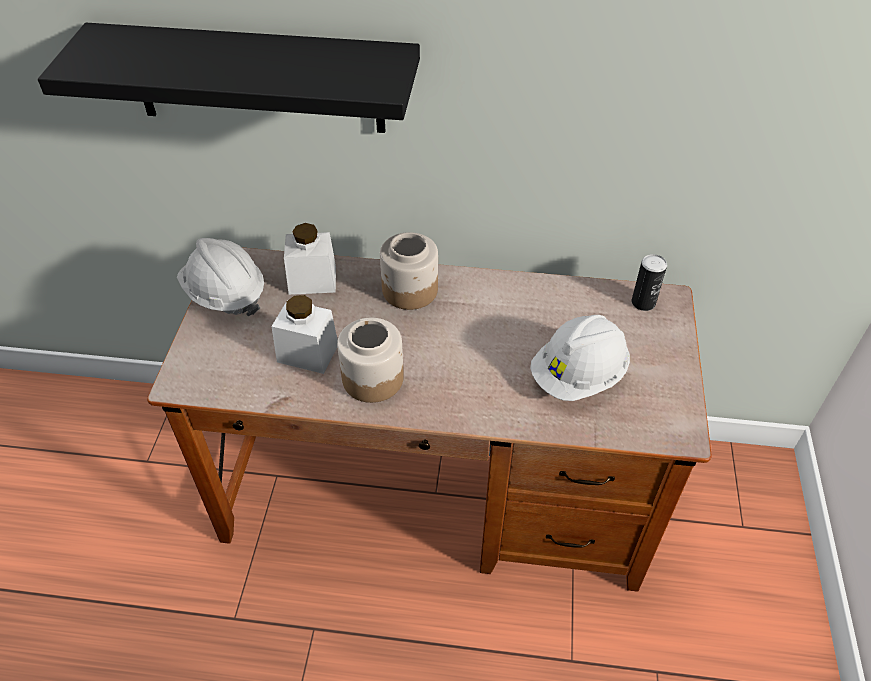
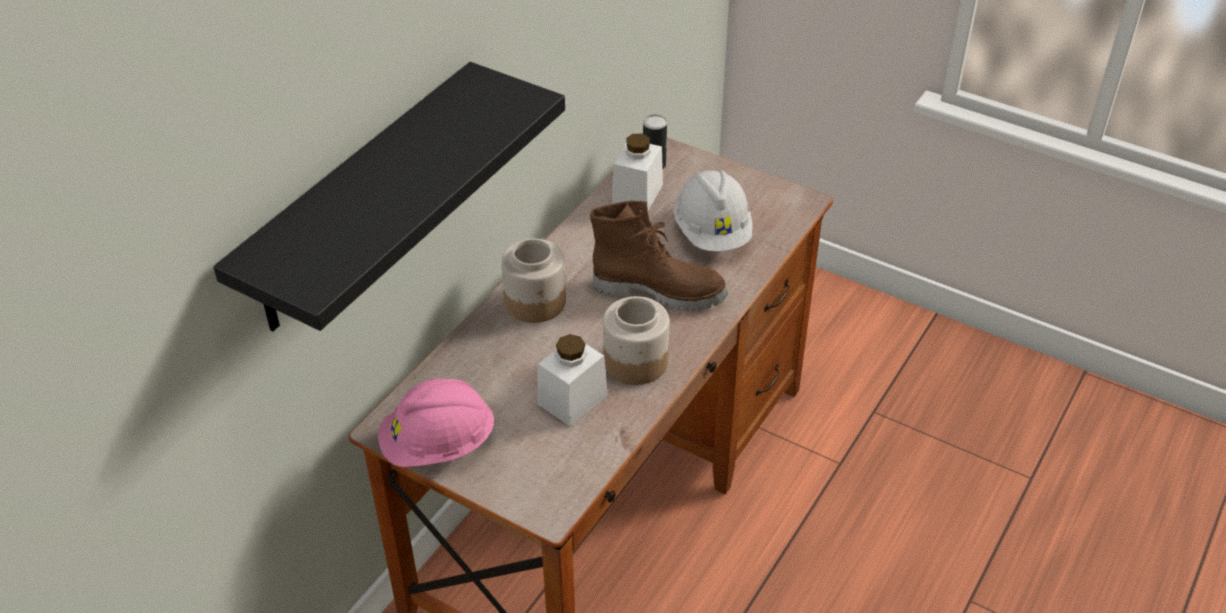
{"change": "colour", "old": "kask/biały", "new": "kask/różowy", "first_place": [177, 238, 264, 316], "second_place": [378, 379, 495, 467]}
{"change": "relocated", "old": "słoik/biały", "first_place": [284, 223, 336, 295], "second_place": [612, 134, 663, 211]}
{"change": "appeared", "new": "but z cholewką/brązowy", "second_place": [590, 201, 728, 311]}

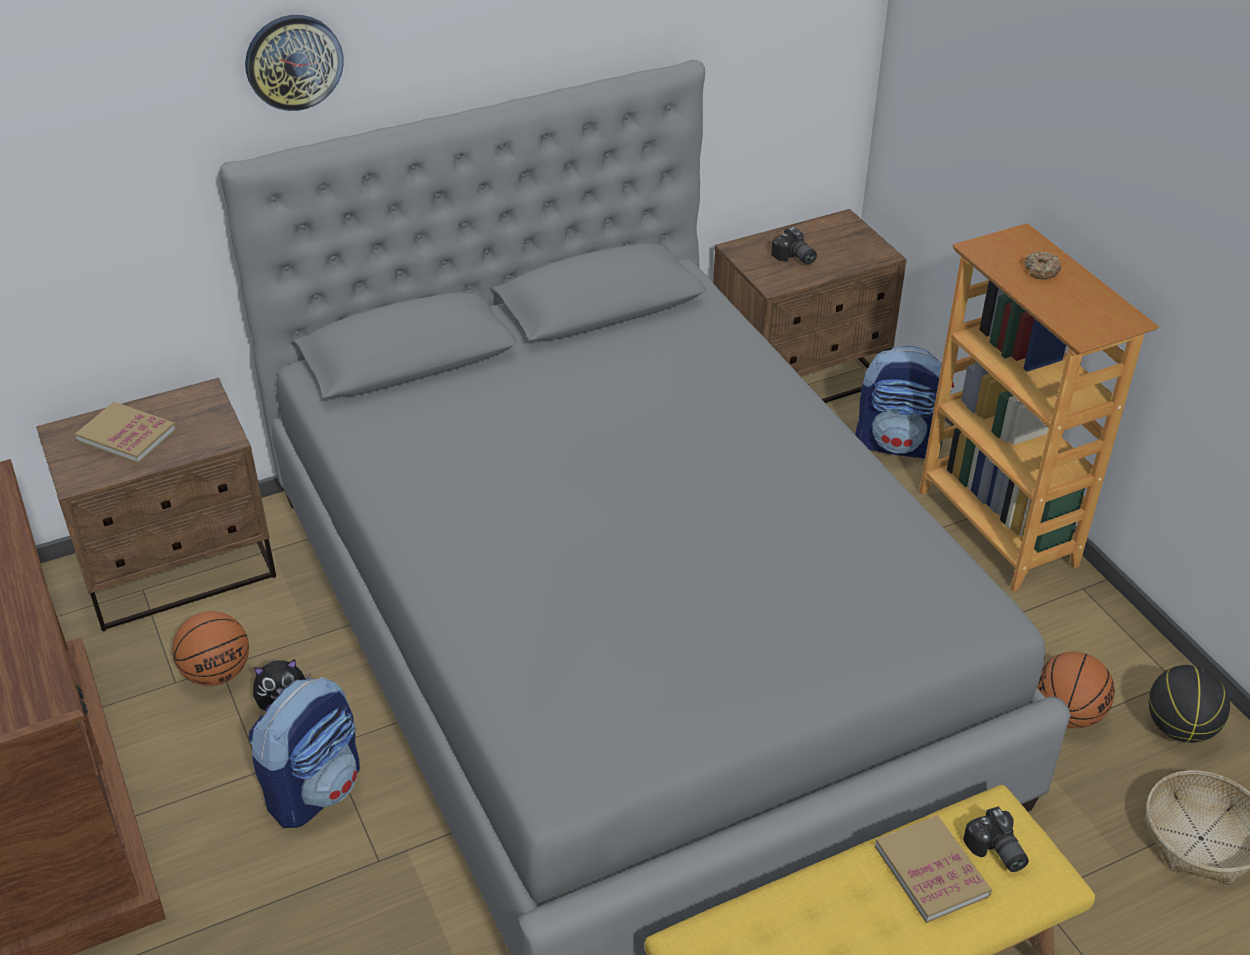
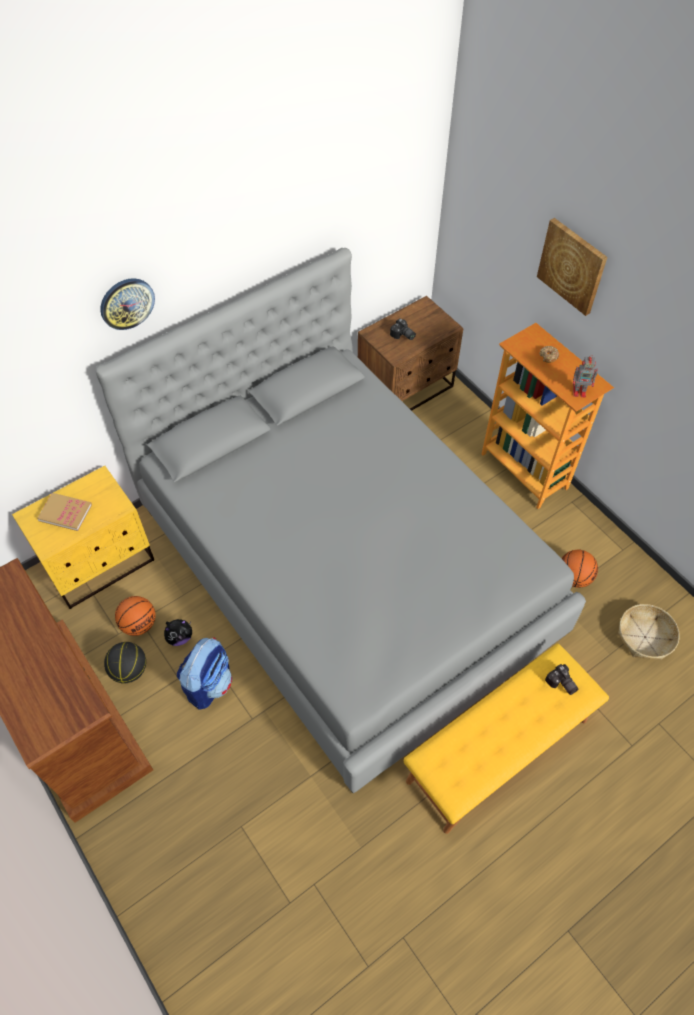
{"change": "colour", "old": "szafka nocna/brązowy", "new": "szafka nocna/żółty", "first_place": [36, 378, 276, 631], "second_place": [12, 466, 154, 609]}
{"change": "missing", "old": "plecak", "first_place": [855, 346, 954, 459]}
{"change": "missing", "old": "książka", "first_place": [875, 816, 992, 923]}
{"change": "relocated", "old": "piłka do koszykówki", "first_place": [1149, 665, 1230, 743], "second_place": [104, 642, 146, 683]}
{"change": "appeared", "new": "obraz", "second_place": [537, 218, 608, 316]}
{"change": "appeared", "new": "robot zabawkowy", "second_place": [573, 355, 598, 397]}

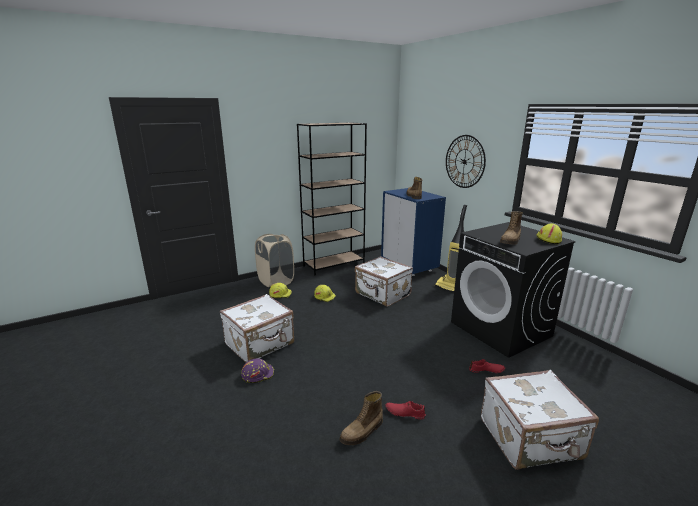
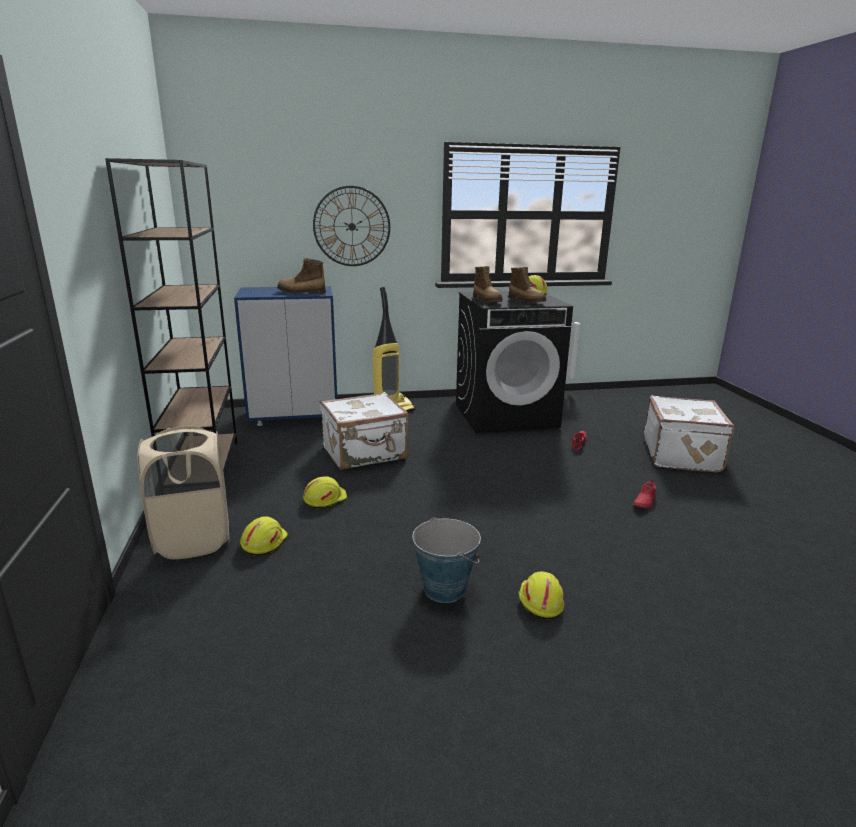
{"change": "exchanged", "old": "walizka/biały", "new": "wiadro", "first_place": [220, 294, 294, 362], "second_place": [412, 517, 481, 603]}
{"change": "colour", "old": "kask/fioletowy", "new": "kask/żółty", "first_place": [241, 359, 274, 383], "second_place": [518, 571, 564, 619]}
{"change": "relocated", "old": "but z cholewką", "first_place": [340, 391, 383, 445], "second_place": [473, 266, 503, 303]}

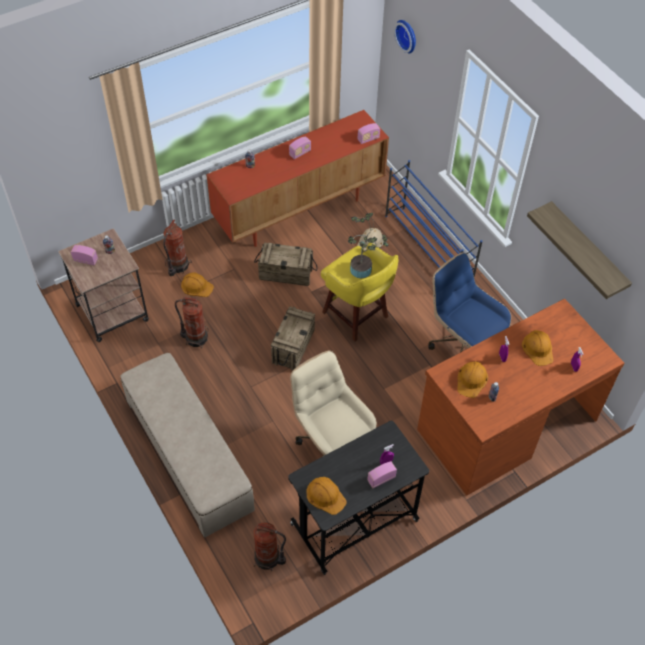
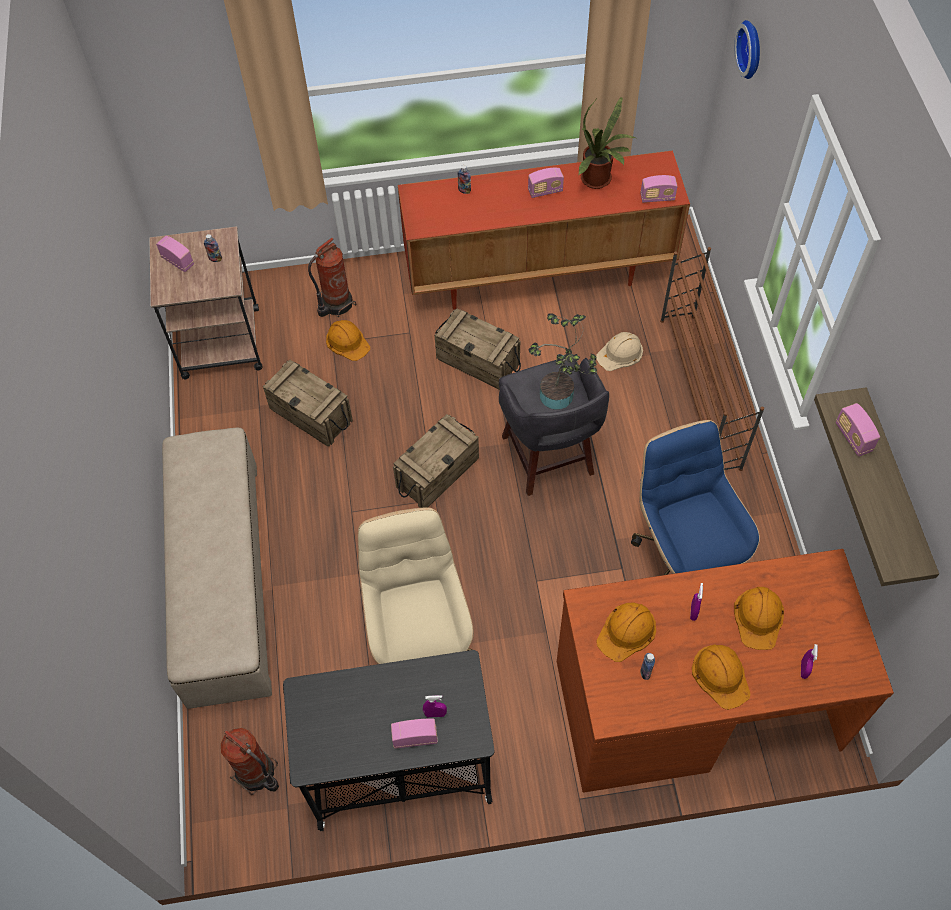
{"change": "exchanged", "old": "gaśnica", "new": "skrzynka", "first_place": [175, 297, 209, 348], "second_place": [263, 360, 353, 447]}
{"change": "relocated", "old": "kask/pomarańczowy", "first_place": [307, 477, 347, 515], "second_place": [692, 644, 750, 710]}
{"change": "colour", "old": "stołek/żółty", "new": "stołek/szary", "first_place": [321, 243, 398, 342], "second_place": [499, 358, 609, 496]}
{"change": "colour", "old": "regał na buty/niebieski", "new": "regał na buty/brązowy", "first_place": [385, 160, 482, 277], "second_place": [660, 247, 764, 471]}
{"change": "appeared", "new": "roślina doniczkowa", "second_place": [578, 97, 635, 189]}
{"change": "appeared", "new": "radio", "second_place": [836, 403, 880, 457]}

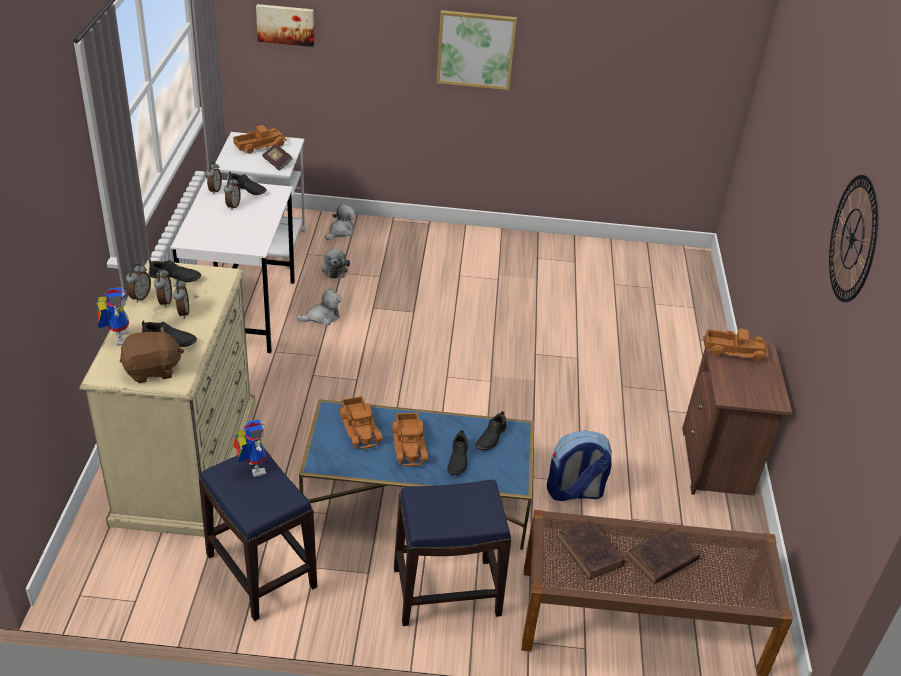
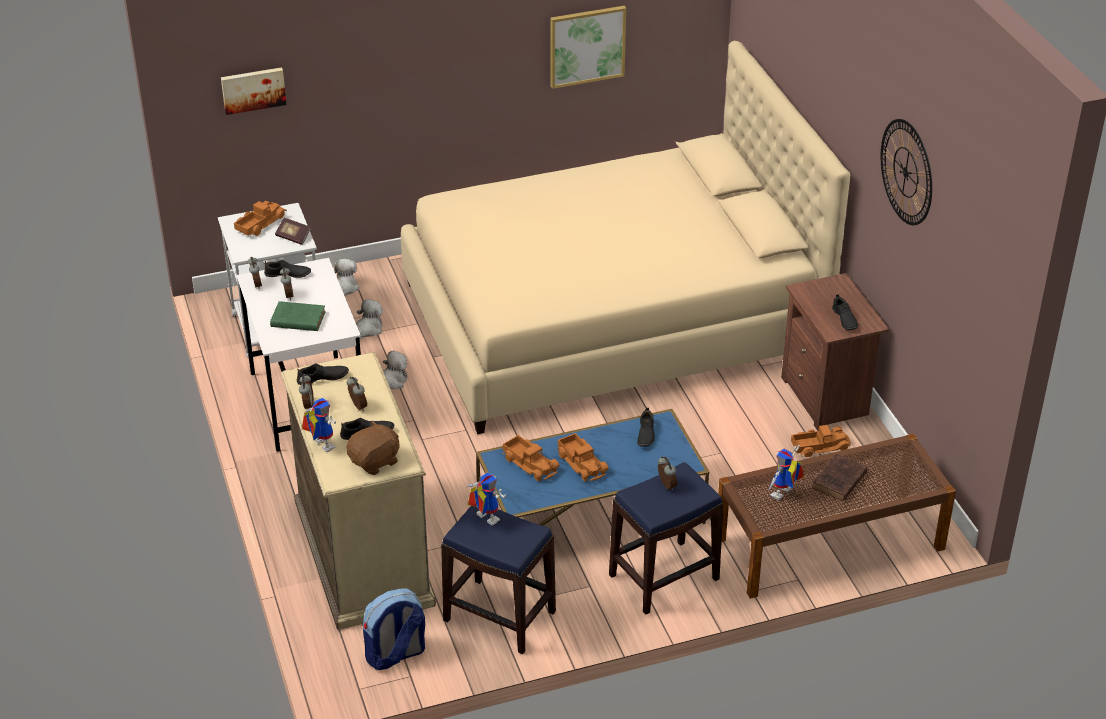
{"change": "relocated", "old": "budzik", "first_place": [154, 269, 172, 307], "second_place": [658, 456, 677, 491]}
{"change": "spun", "old": "pluszak", "first_place": [322, 249, 350, 278], "second_place": [356, 299, 383, 339], "degrees": -120}
{"change": "relocated", "old": "obraz", "first_place": [436, 10, 517, 90], "second_place": [551, 6, 626, 89]}
{"change": "relocated", "old": "but/czarny", "first_place": [447, 430, 468, 475], "second_place": [832, 294, 858, 330]}
{"change": "relocated", "old": "plecak", "first_place": [547, 430, 612, 501], "second_place": [363, 588, 425, 670]}
{"change": "exchanged", "old": "książka/brązowy", "new": "robot zabawkowy", "first_place": [557, 519, 625, 580], "second_place": [767, 445, 804, 500]}
{"change": "relocated", "old": "ciężarówka zabawkowa", "first_place": [705, 328, 768, 362], "second_place": [791, 425, 851, 457]}
{"change": "appeared", "new": "książka/zielony", "second_place": [270, 301, 326, 331]}
{"change": "appeared", "new": "łóżko/beżowy", "second_place": [401, 41, 850, 434]}

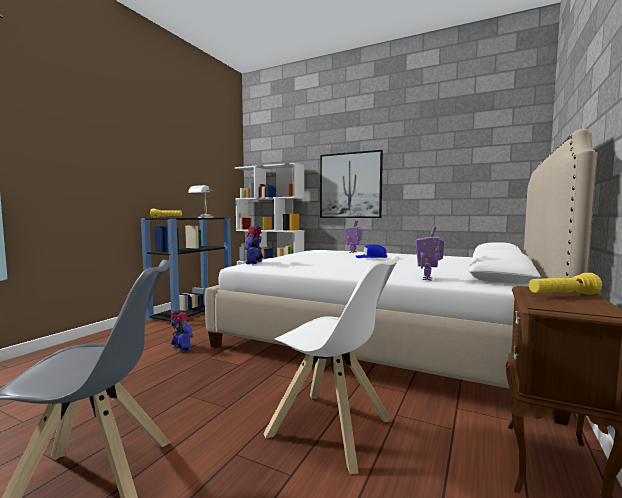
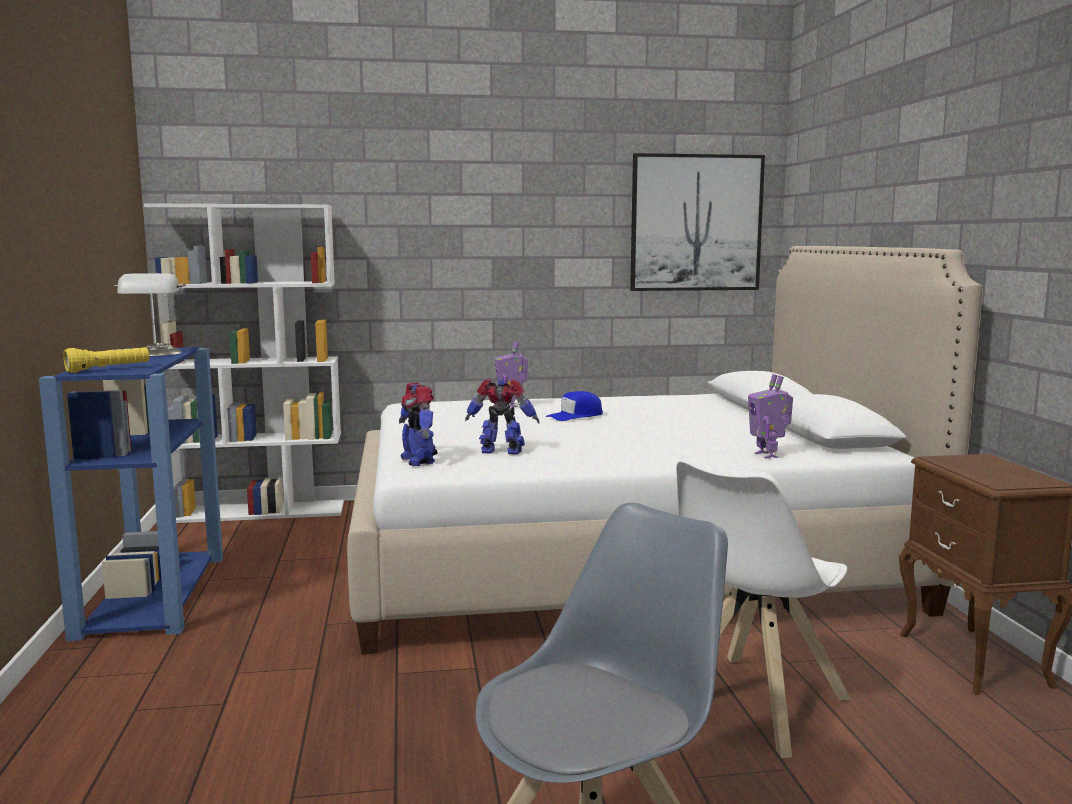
{"change": "colour", "old": "regał/czarny", "new": "regał/niebieski", "first_place": [141, 218, 231, 322], "second_place": [39, 347, 223, 642]}
{"change": "relocated", "old": "robot zabawkowy", "first_place": [171, 310, 193, 352], "second_place": [465, 378, 540, 454]}
{"change": "spun", "old": "krzesło/biały", "first_place": [263, 255, 400, 474], "second_place": [676, 458, 851, 758], "degrees": 135}
{"change": "relocated", "old": "obraz", "first_place": [320, 150, 383, 218], "second_place": [630, 153, 765, 291]}
{"change": "missing", "old": "latarka/żółty", "first_place": [529, 273, 602, 295]}

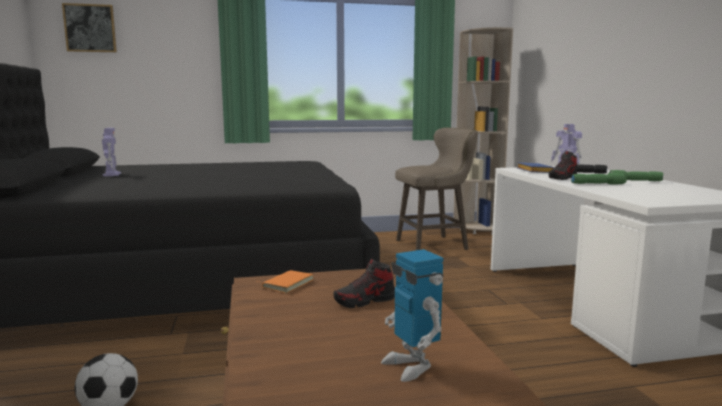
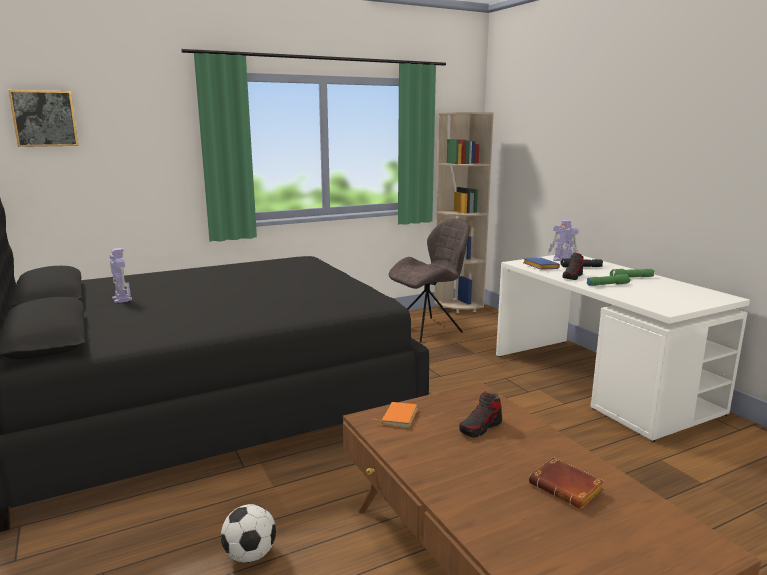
{"change": "exchanged", "old": "robot zabawkowy", "new": "książka/brązowy", "first_place": [381, 249, 444, 382], "second_place": [529, 457, 604, 509]}
{"change": "exchanged", "old": "stołek/beżowy", "new": "krzesło/szary", "first_place": [395, 127, 478, 250], "second_place": [389, 218, 470, 343]}

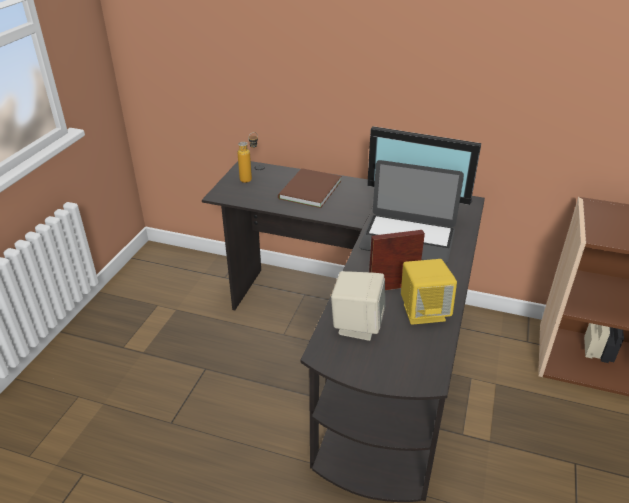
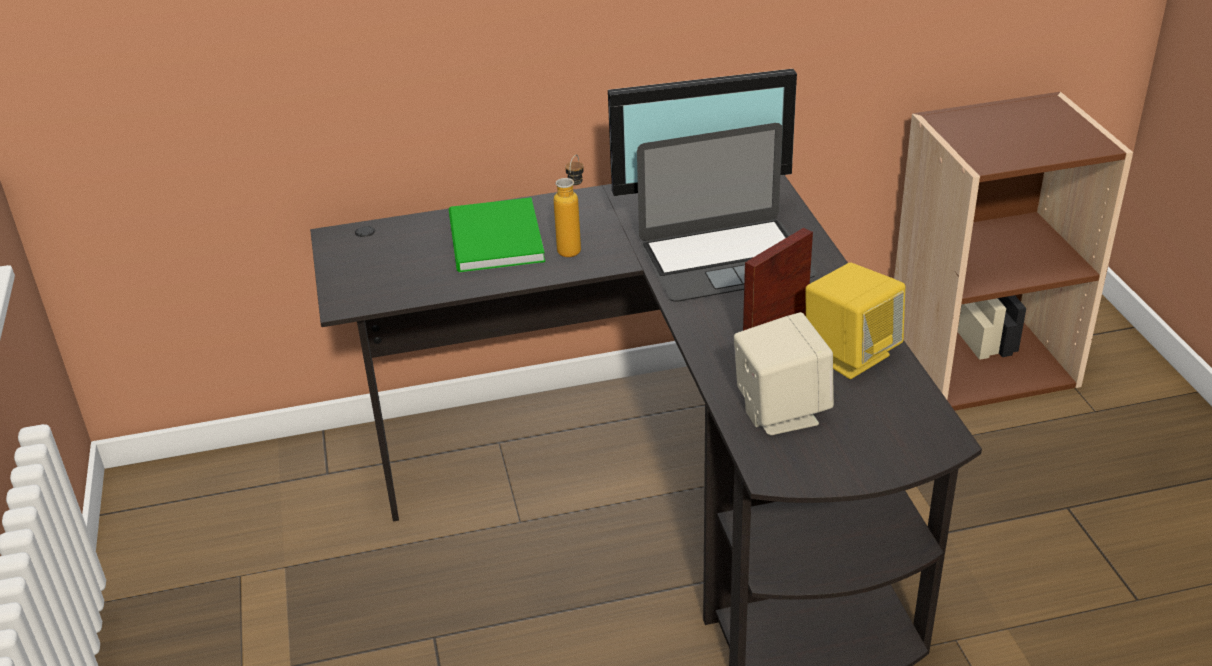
{"change": "relocated", "old": "butelka", "first_place": [238, 132, 258, 183], "second_place": [554, 155, 584, 257]}
{"change": "colour", "old": "książka/brązowy", "new": "książka/zielony", "first_place": [278, 168, 341, 208], "second_place": [449, 197, 545, 272]}

